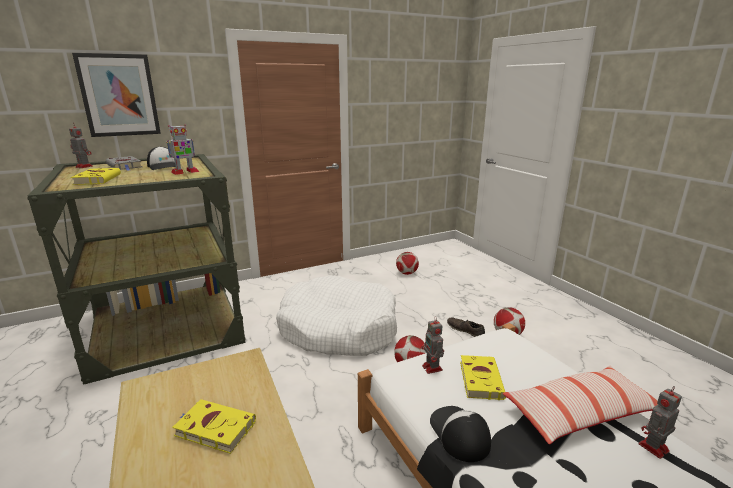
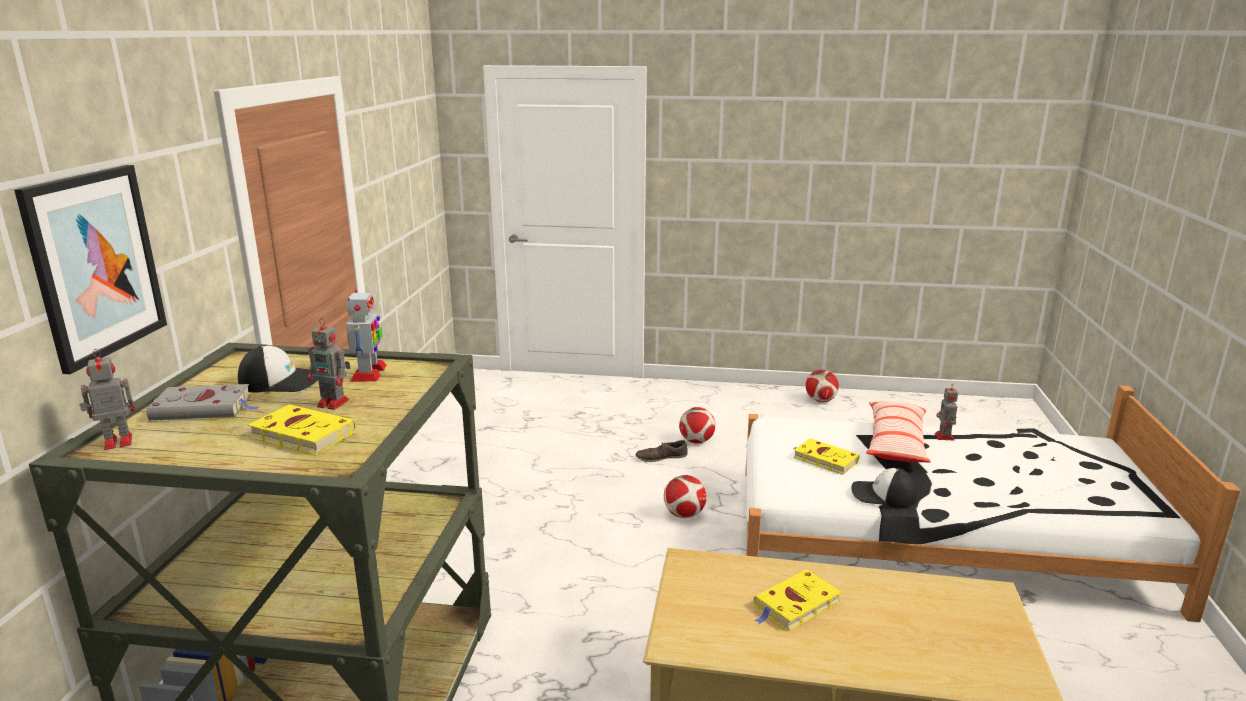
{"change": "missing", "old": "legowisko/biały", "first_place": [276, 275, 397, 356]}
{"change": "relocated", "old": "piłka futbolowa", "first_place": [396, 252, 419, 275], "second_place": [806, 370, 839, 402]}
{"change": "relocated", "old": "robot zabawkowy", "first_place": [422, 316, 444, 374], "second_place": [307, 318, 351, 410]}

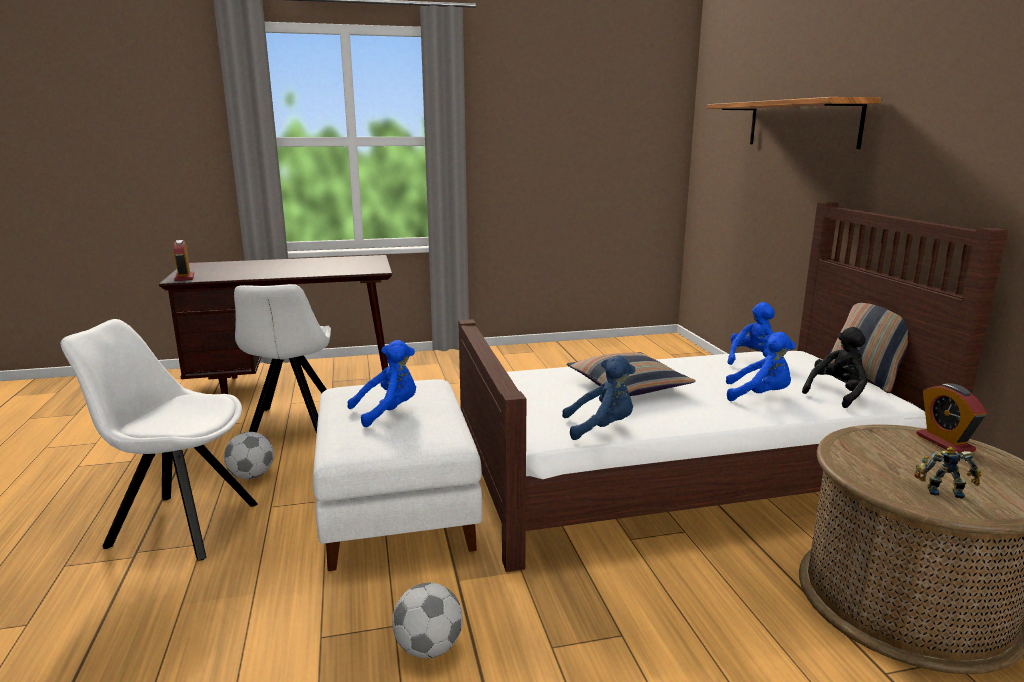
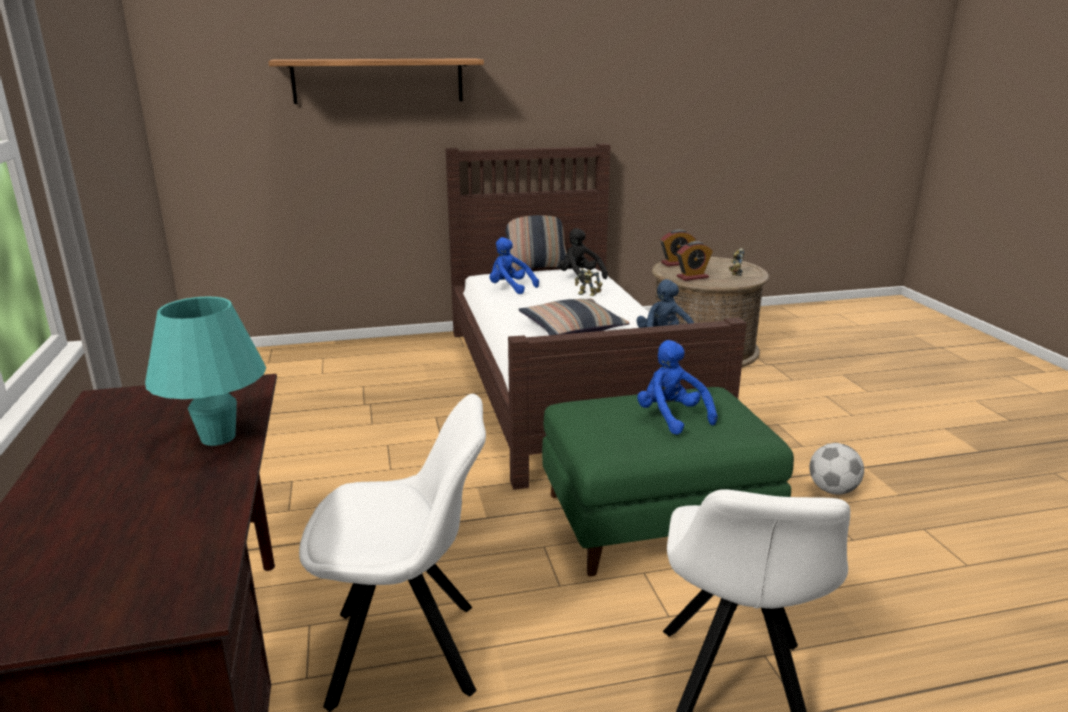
{"change": "relocated", "old": "budzik", "first_place": [174, 240, 194, 281], "second_place": [677, 241, 713, 281]}
{"change": "missing", "old": "piłka futbolowa", "first_place": [224, 432, 274, 479]}
{"change": "colour", "old": "pufa/biały", "new": "pufa/zielony", "first_place": [313, 379, 482, 571], "second_place": [542, 387, 794, 577]}
{"change": "exchanged", "old": "pluszak/niebieski", "new": "robot zabawkowy", "first_place": [726, 332, 796, 401], "second_place": [575, 268, 603, 296]}
{"change": "appeared", "new": "lampa stołowa/turkusowy", "second_place": [145, 296, 266, 446]}

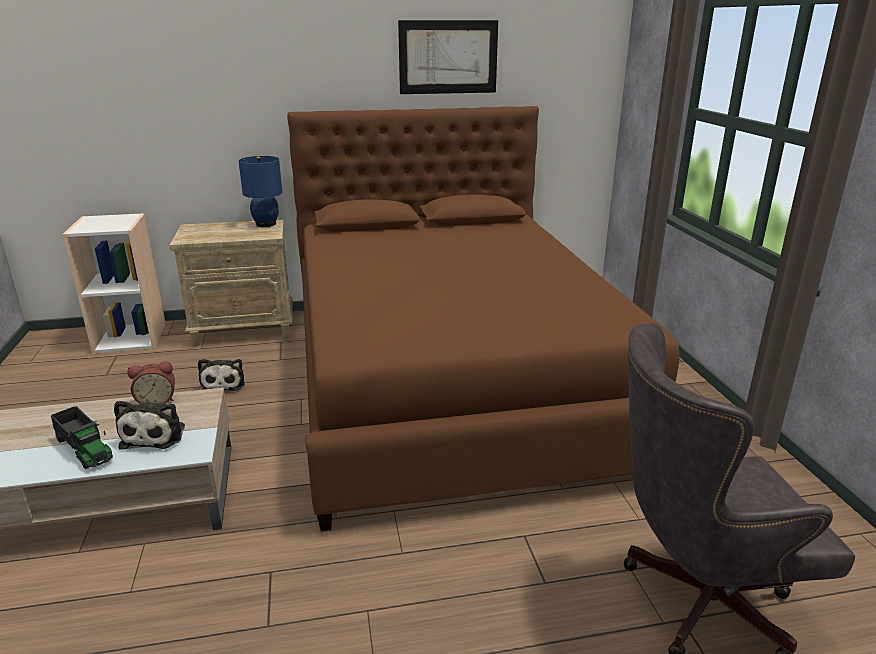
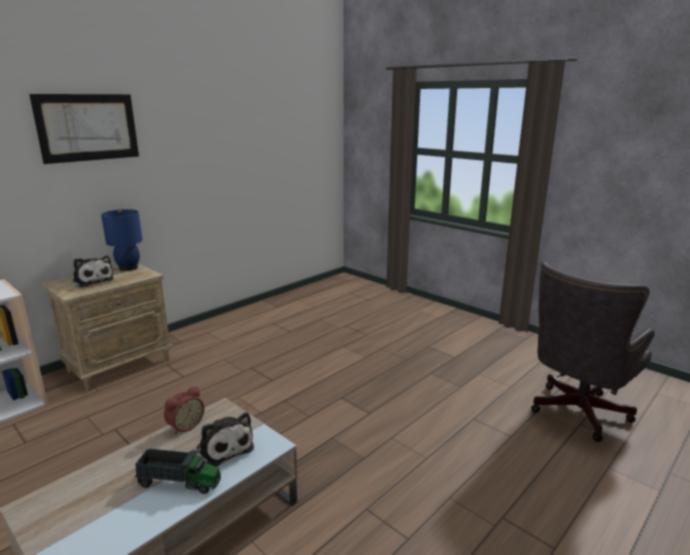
{"change": "relocated", "old": "pluszak", "first_place": [198, 359, 245, 391], "second_place": [73, 255, 114, 288]}
{"change": "missing", "old": "łóżko/brązowy", "first_place": [287, 106, 680, 531]}
{"change": "relocated", "old": "obraz", "first_place": [398, 20, 498, 94], "second_place": [29, 94, 139, 164]}

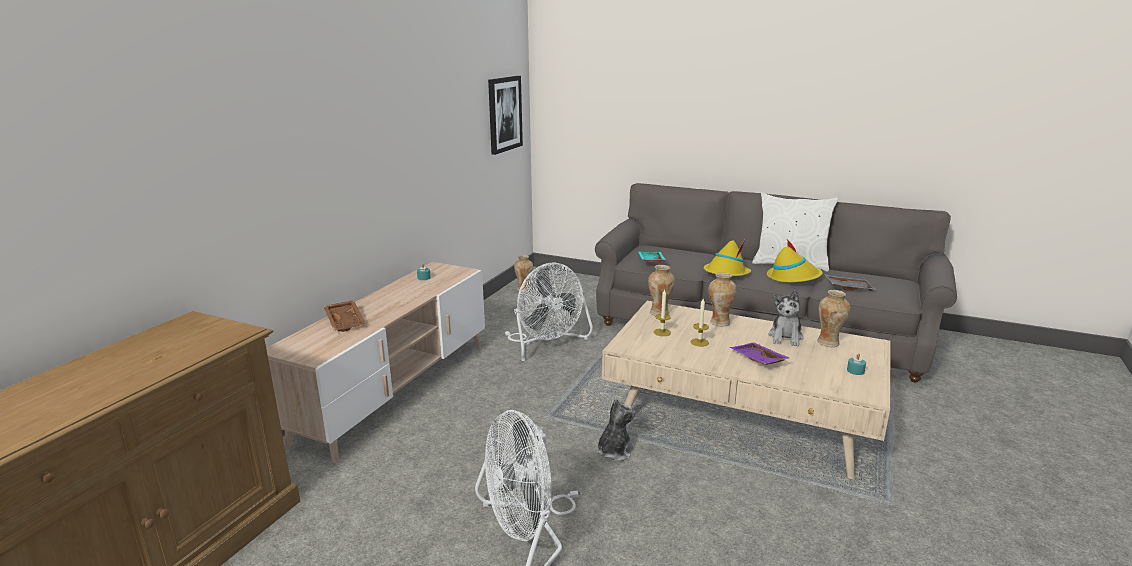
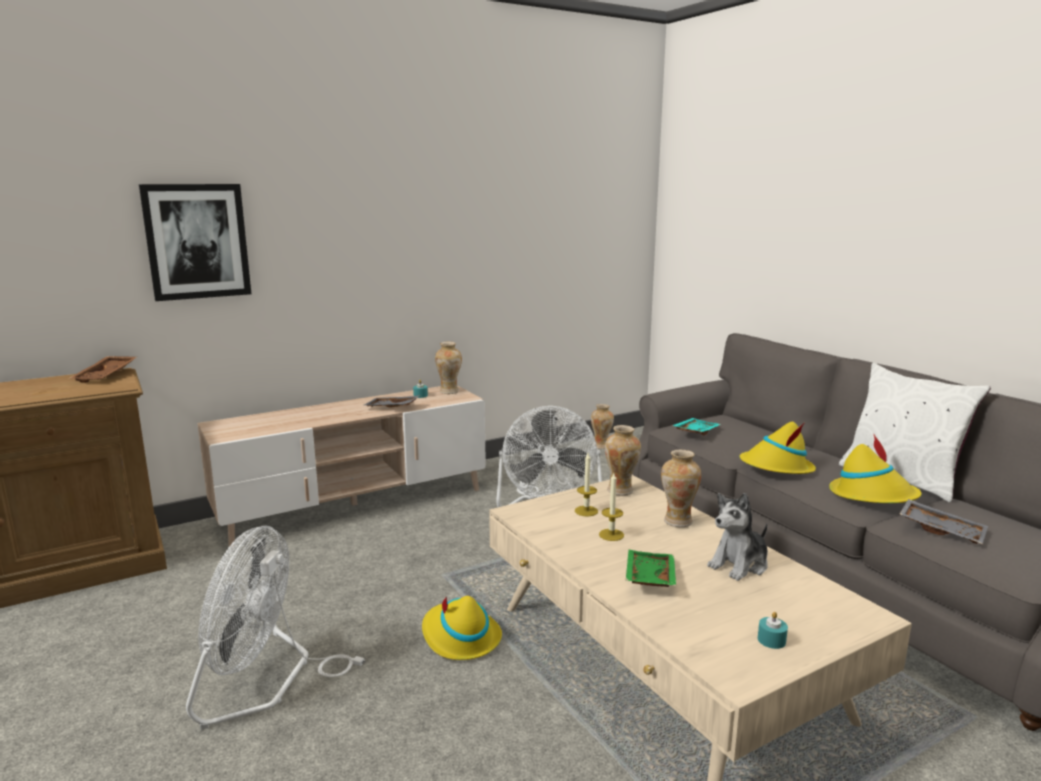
{"change": "relocated", "old": "taca/brązowy", "first_place": [324, 300, 366, 332], "second_place": [70, 356, 137, 383]}
{"change": "relocated", "old": "obraz", "first_place": [488, 76, 523, 155], "second_place": [139, 184, 251, 301]}
{"change": "exchanged", "old": "pluszak", "new": "kapelusz/żółty", "first_place": [596, 398, 635, 461], "second_place": [422, 596, 502, 660]}
{"change": "colour", "old": "taca/fioletowy", "new": "taca/zielony", "first_place": [729, 342, 789, 365], "second_place": [626, 550, 676, 587]}
{"change": "relocated", "old": "wazon", "first_place": [817, 290, 850, 347], "second_place": [435, 342, 462, 394]}
{"change": "appeared", "new": "taca/szary", "second_place": [364, 395, 421, 407]}

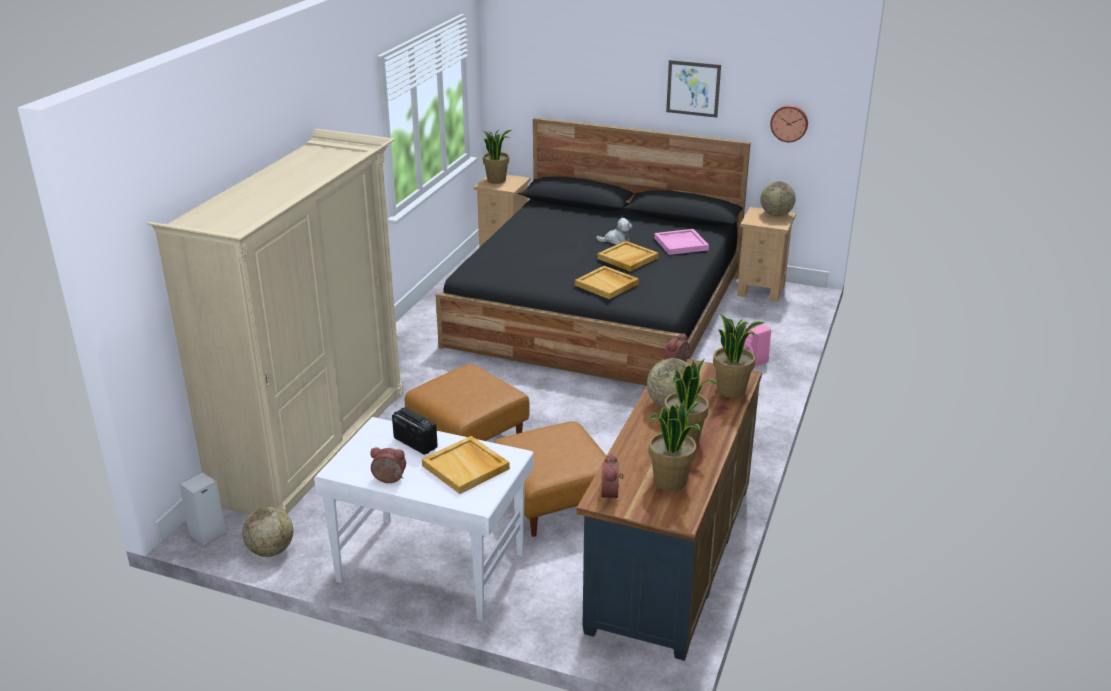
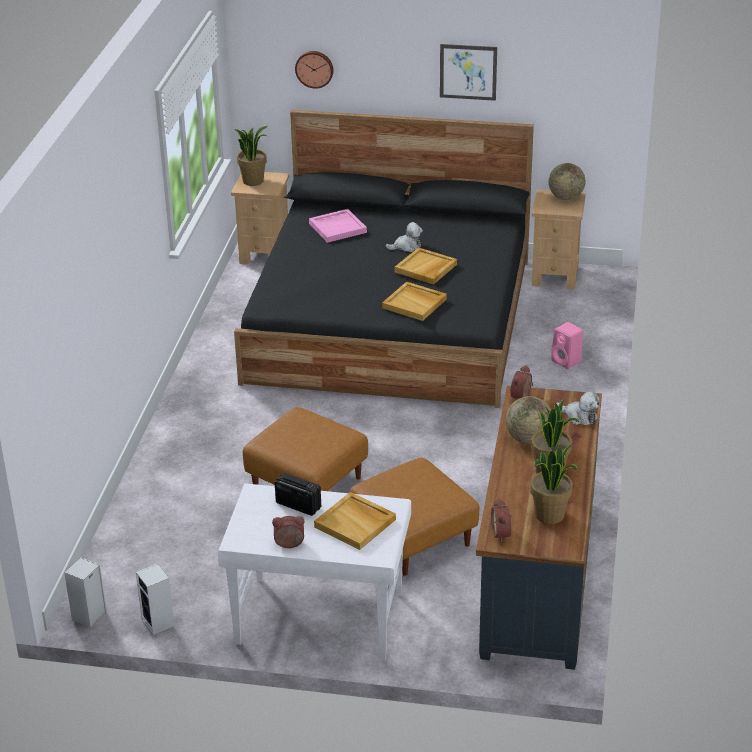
{"change": "missing", "old": "szafa/beżowy", "first_place": [147, 129, 403, 515]}
{"change": "exchanged", "old": "globus", "new": "głośnik", "first_place": [242, 507, 293, 557], "second_place": [136, 564, 175, 635]}
{"change": "relocated", "old": "taca/różowy", "first_place": [654, 229, 709, 255], "second_place": [309, 209, 367, 243]}
{"change": "exchanged", "old": "roślina doniczkowa", "new": "pluszak", "first_place": [713, 315, 765, 398], "second_place": [556, 391, 600, 425]}
{"change": "relocated", "old": "zegar ścienny", "first_place": [770, 105, 808, 142], "second_place": [295, 51, 333, 89]}

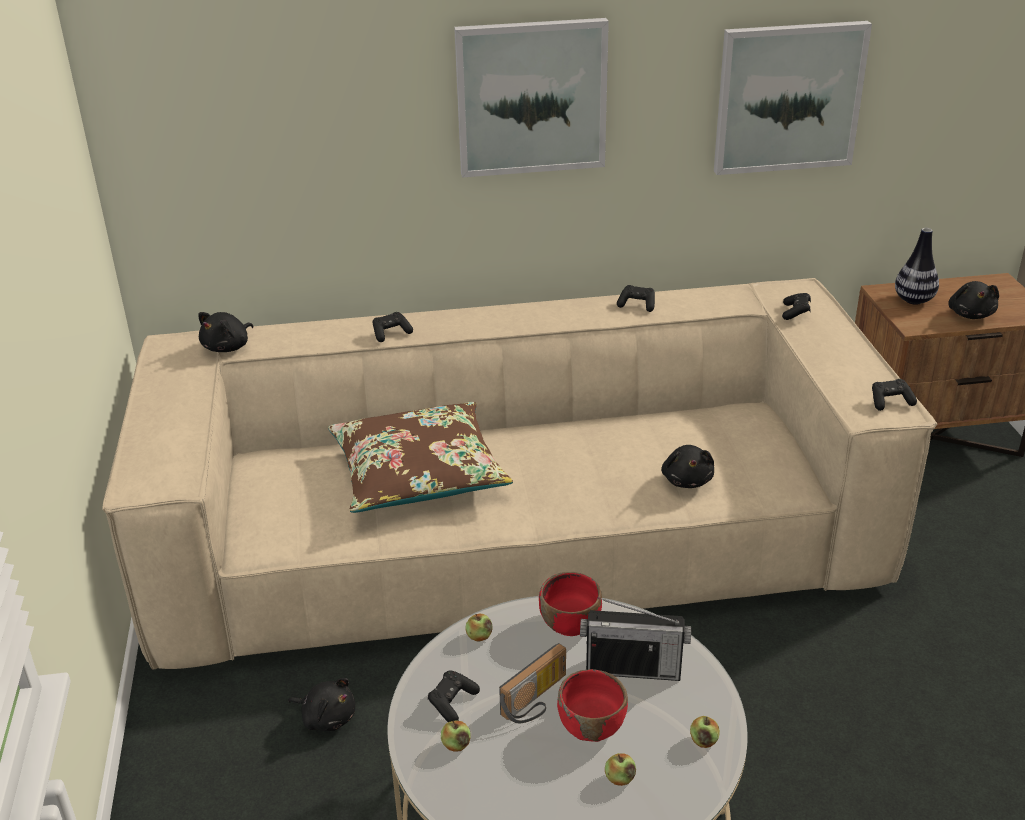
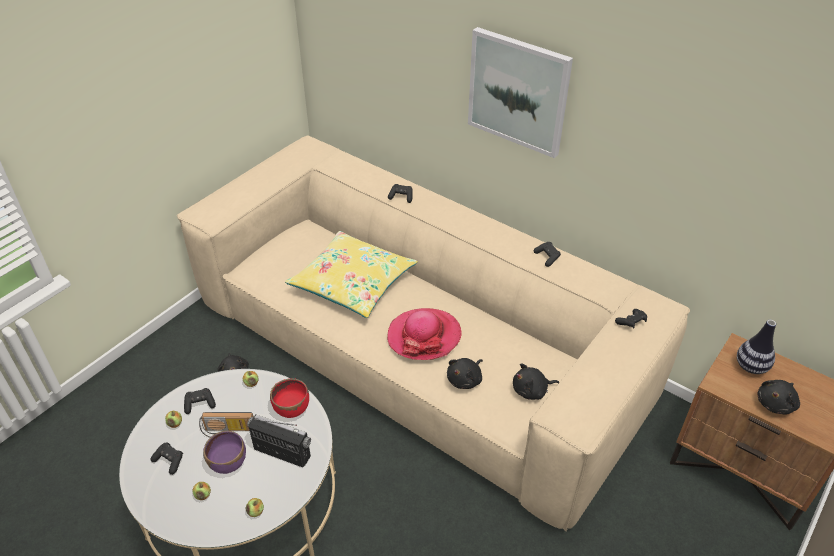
{"change": "relocated", "old": "pluszak/czarny", "first_place": [198, 312, 253, 352], "second_place": [513, 363, 559, 400]}
{"change": "colour", "old": "poduszka/brązowy", "new": "poduszka/żółty", "first_place": [328, 402, 513, 513], "second_place": [285, 231, 418, 318]}
{"change": "colour", "old": "miska/czerwony", "new": "miska/fioletowy", "first_place": [557, 669, 628, 742], "second_place": [203, 431, 246, 474]}
{"change": "spun", "old": "radio", "first_place": [580, 597, 691, 681], "second_place": [247, 415, 311, 467], "degrees": 150}
{"change": "missing", "old": "obraz", "first_place": [714, 21, 872, 175]}
{"change": "relocated", "old": "pad do gier/czarny", "first_place": [872, 379, 917, 411], "second_place": [151, 443, 183, 475]}
{"change": "appeared", "new": "kapelusz", "second_place": [387, 308, 462, 360]}

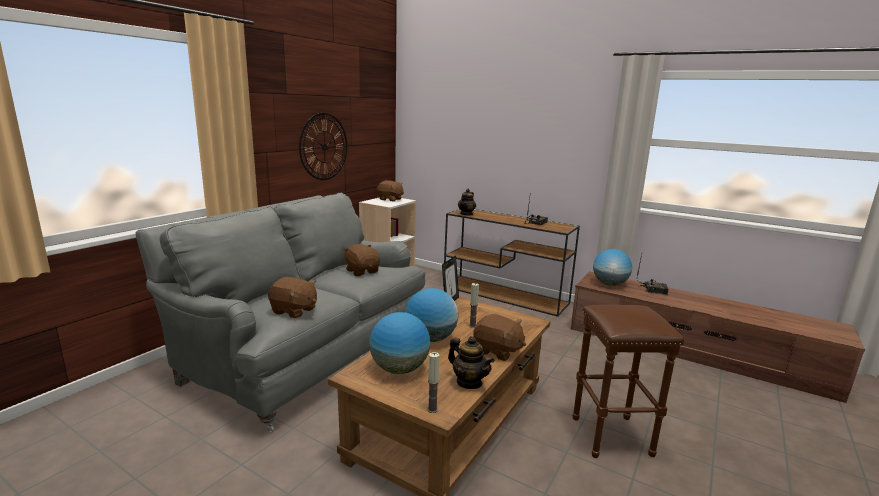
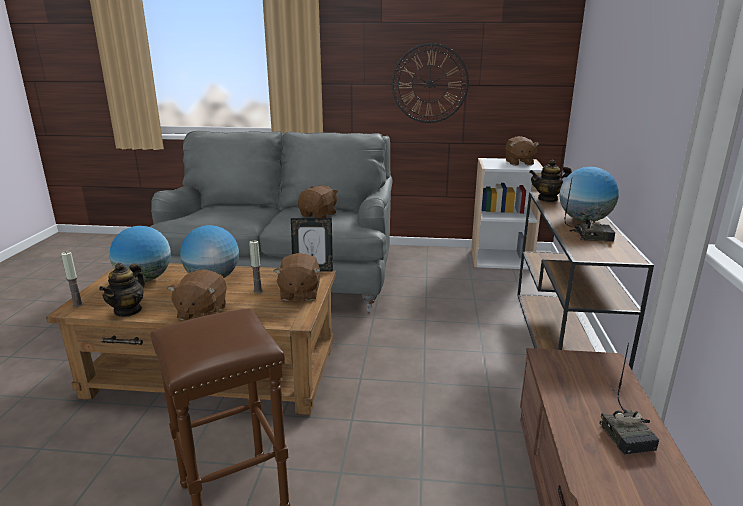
{"change": "relocated", "old": "pluszak/brązowy", "first_place": [268, 277, 317, 318], "second_place": [274, 253, 320, 301]}
{"change": "relocated", "old": "globus", "first_place": [593, 249, 632, 286], "second_place": [560, 167, 619, 222]}

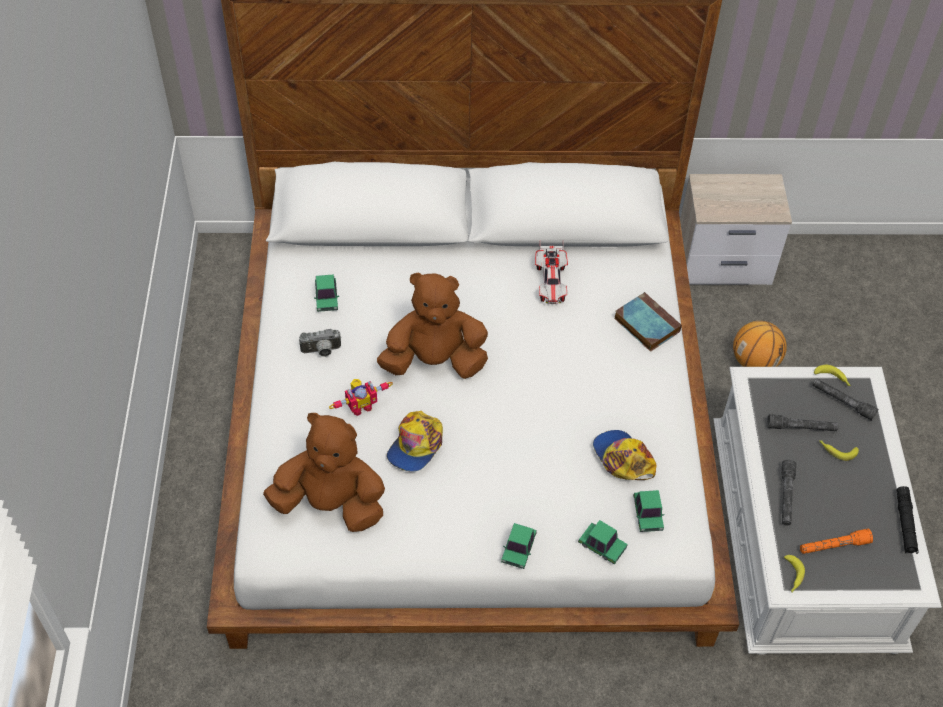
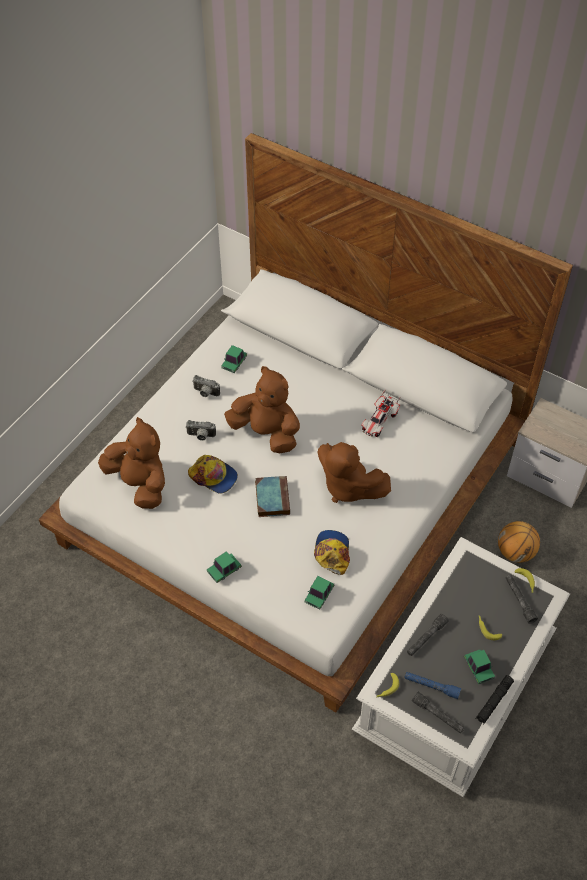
{"change": "exchanged", "old": "robot zabawkowy", "new": "aparat fotograficzny", "first_place": [329, 379, 393, 416], "second_place": [186, 420, 216, 441]}
{"change": "spun", "old": "czapka z daszkiem", "first_place": [387, 411, 443, 472], "second_place": [188, 455, 238, 494], "degrees": -120}
{"change": "relocated", "old": "samochodzik", "first_place": [578, 520, 628, 565], "second_place": [464, 649, 495, 684]}
{"change": "relocated", "old": "książka", "first_place": [614, 292, 682, 352], "second_place": [255, 476, 290, 517]}
{"change": "relocated", "old": "latarka/szary", "first_place": [767, 414, 838, 431], "second_place": [412, 692, 464, 733]}
{"change": "colour", "old": "latarka/pomarańczowy", "new": "latarka/niebieski", "first_place": [800, 529, 873, 554], "second_place": [405, 672, 461, 699]}
{"change": "appeared", "new": "pluszak/brązowy", "second_place": [317, 442, 391, 503]}

